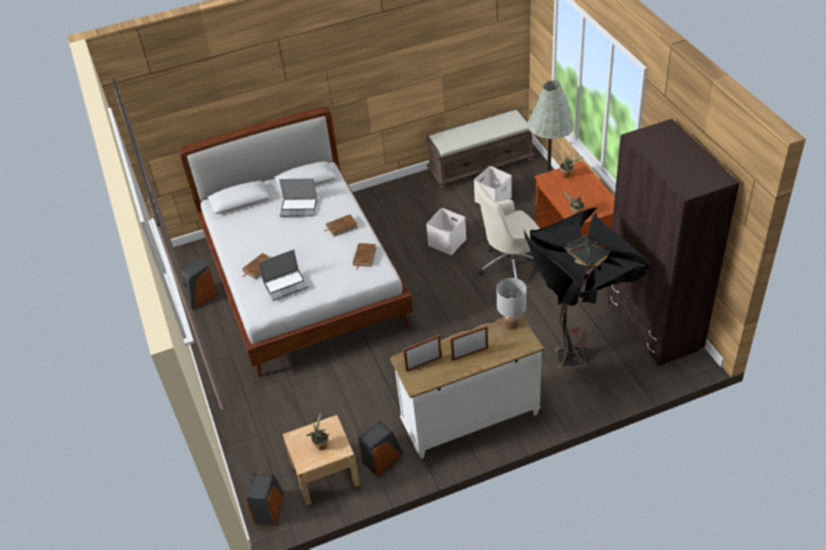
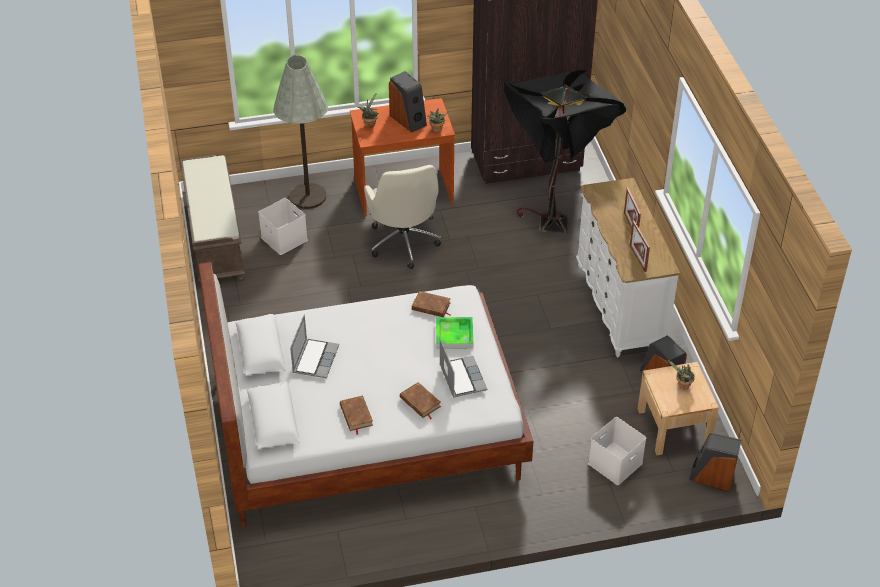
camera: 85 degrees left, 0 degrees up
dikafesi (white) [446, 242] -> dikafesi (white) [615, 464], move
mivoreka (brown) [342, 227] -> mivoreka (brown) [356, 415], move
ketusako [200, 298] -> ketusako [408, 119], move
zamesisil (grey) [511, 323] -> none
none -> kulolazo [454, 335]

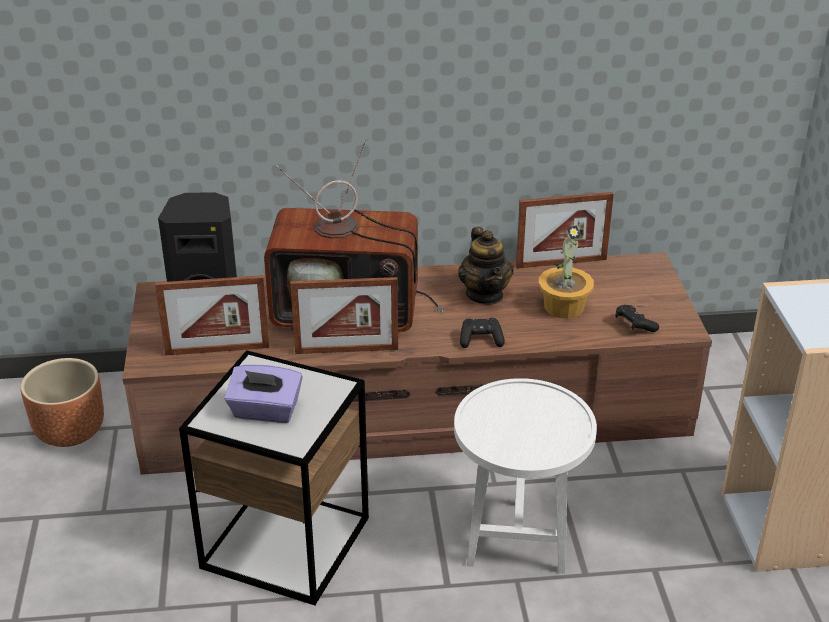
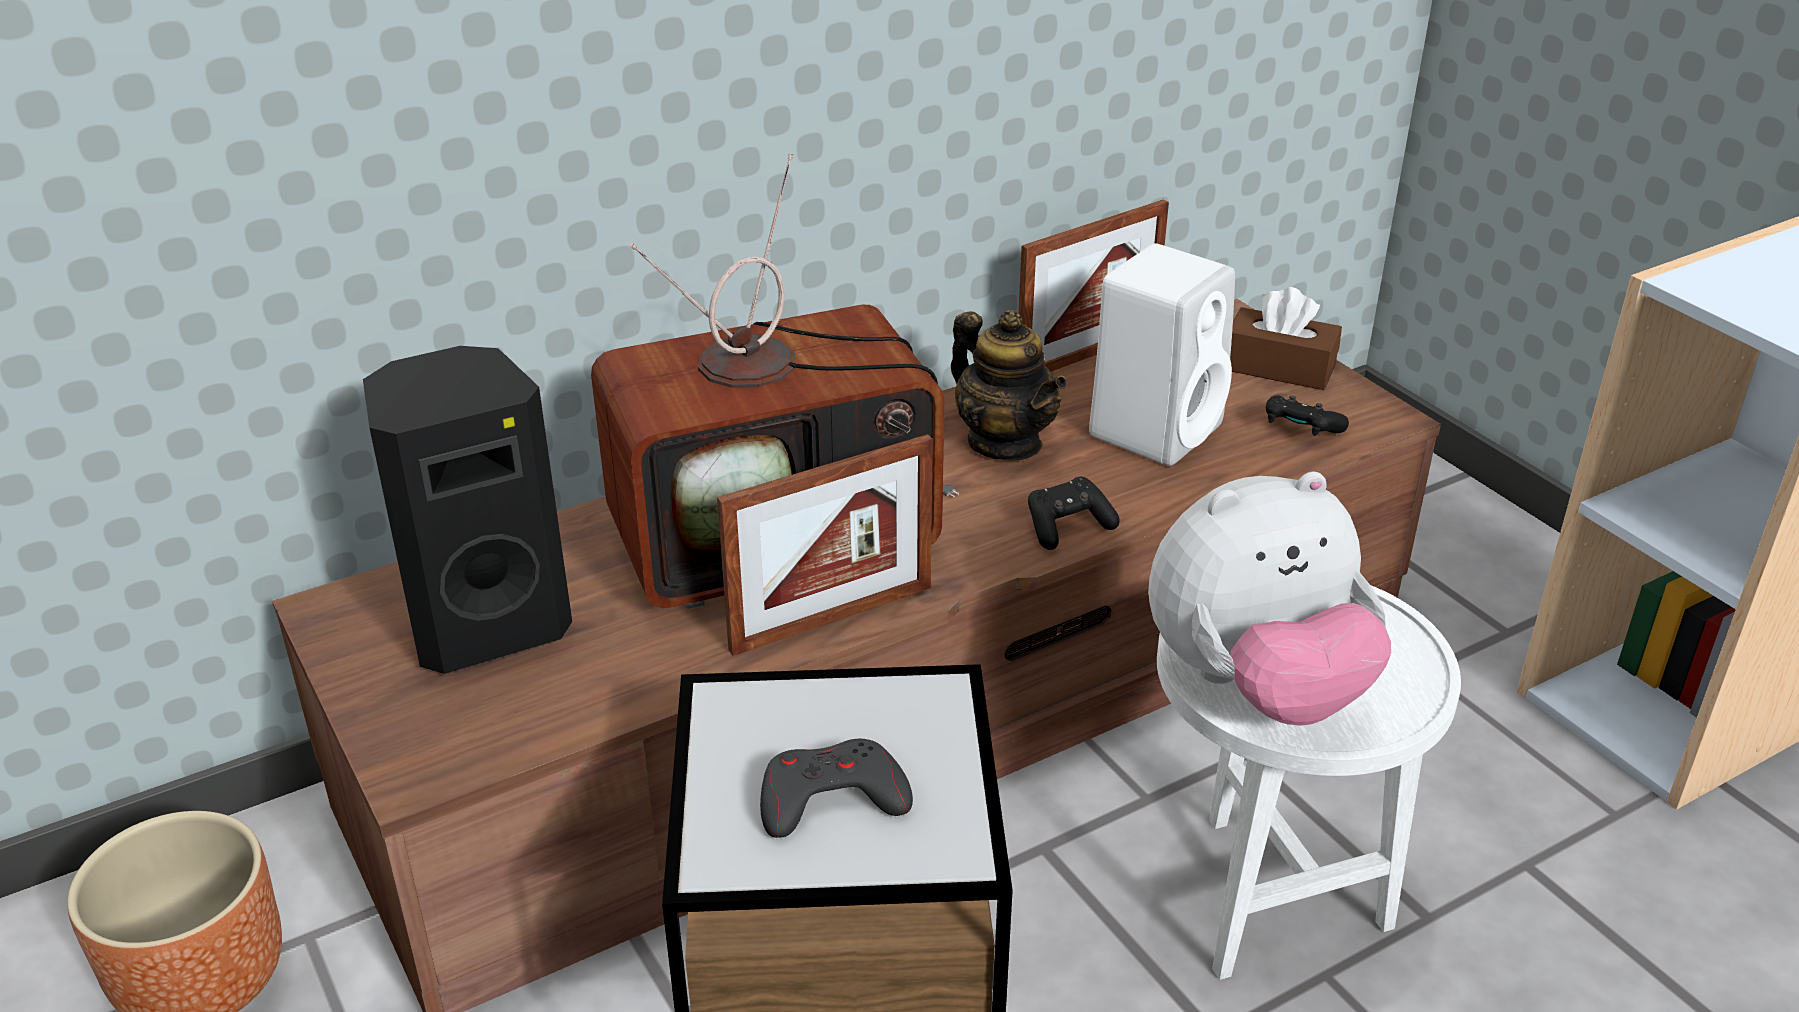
camera: 25 degrees left, 0 degrees up
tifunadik [563, 306] -> ketusako (white) [1156, 428]
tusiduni [217, 350] -> none
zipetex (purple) [265, 411] -> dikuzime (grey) [831, 798]
none -> zipetex (brown) [1279, 367]
none -> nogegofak [1256, 687]

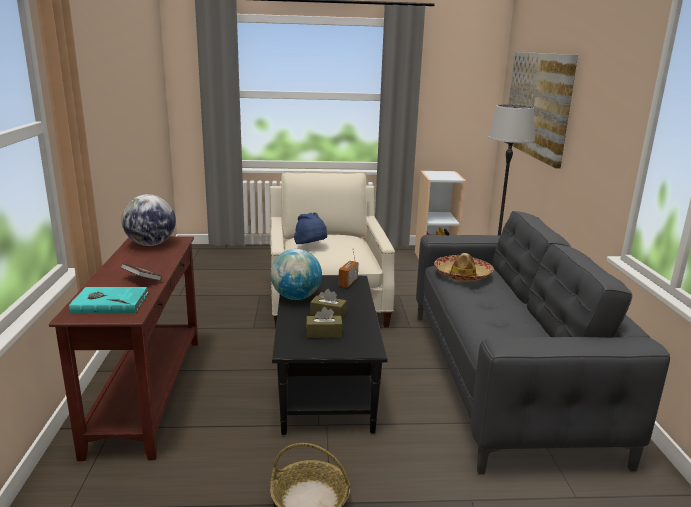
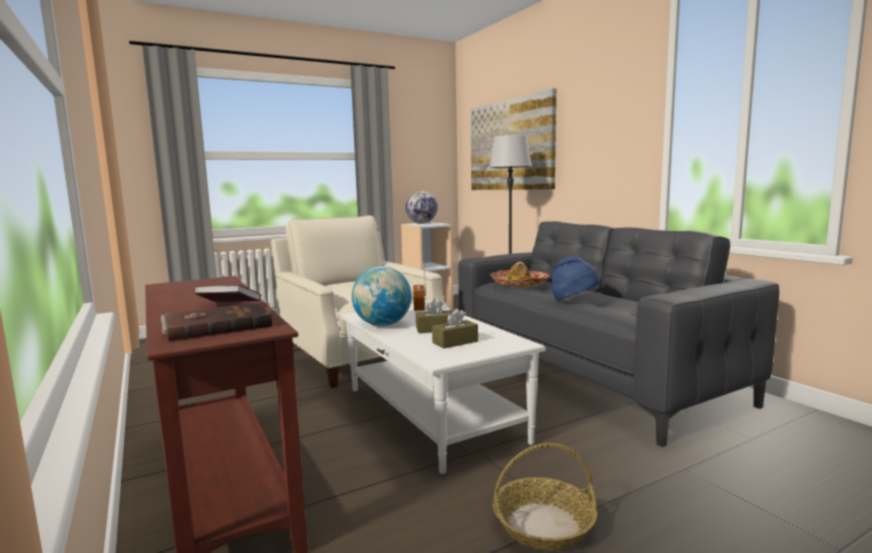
camera: 25 degrees left, 10 degrees down
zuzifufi [151, 244] -> zuzifufi [422, 223], move
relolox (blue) [311, 247] -> relolox (blue) [574, 301], move
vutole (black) [326, 380] -> vutole (white) [433, 415]
mivoreka (turquoise) [110, 302] -> mivoreka (brown) [216, 325]

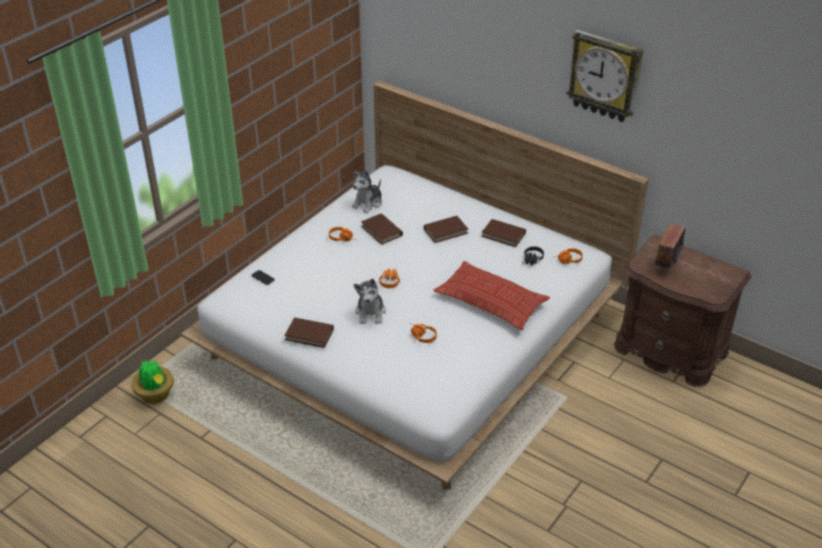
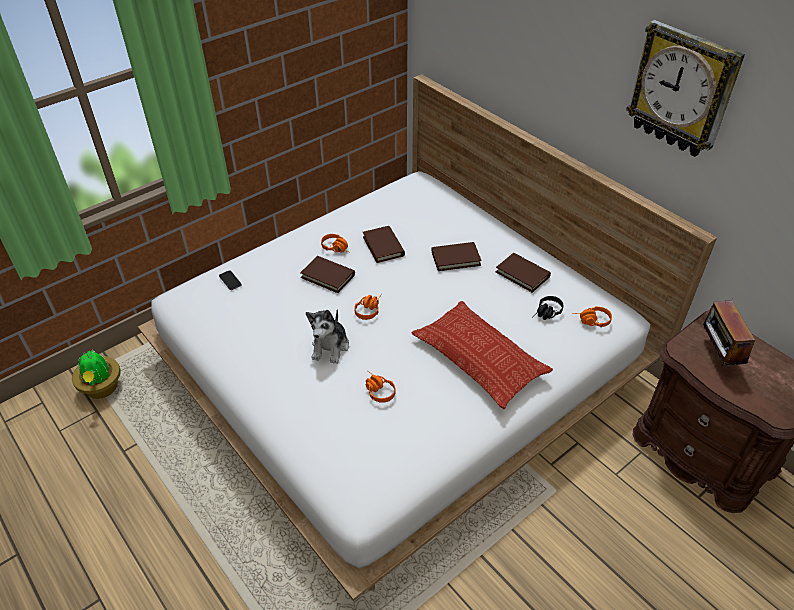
camera: 15 degrees right, 5 degrees up
nogegofak [368, 203] -> none
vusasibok [666, 265] -> vusasibok [717, 355], 45 degrees counterclockwise
mivoreka (brown) [309, 334] -> mivoreka (brown) [328, 276], move

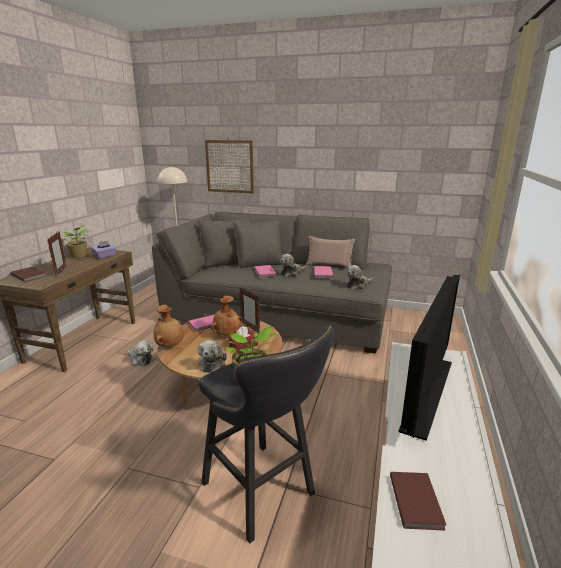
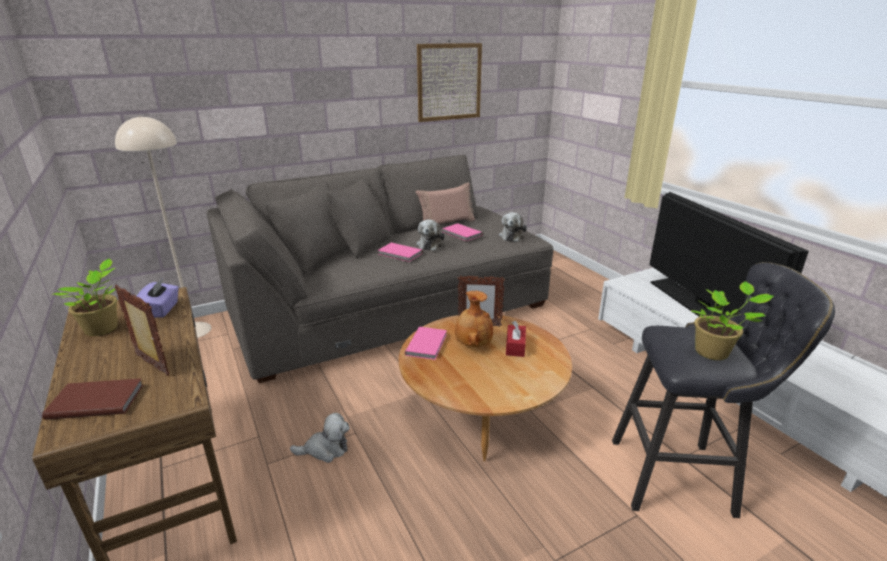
camera: 45 degrees left, 5 degrees up
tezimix [229, 165] -> tezimix [449, 81], move
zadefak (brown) [170, 345] -> none
nogegofak [213, 363] -> none
mivoreka (brown) [417, 501] -> none

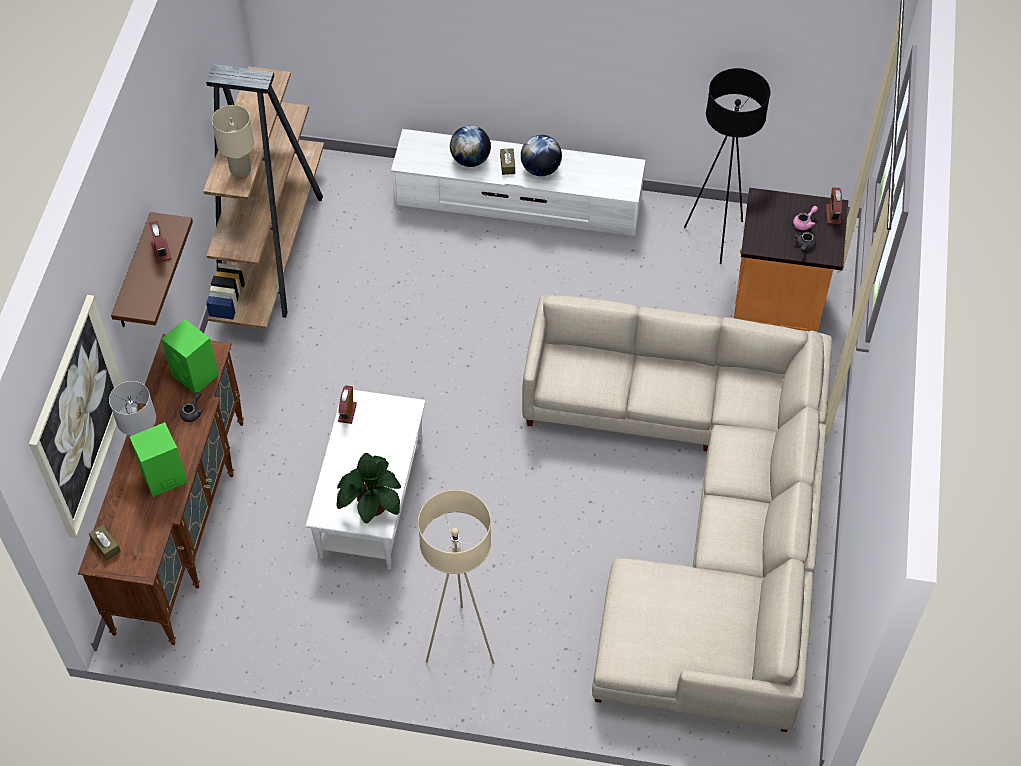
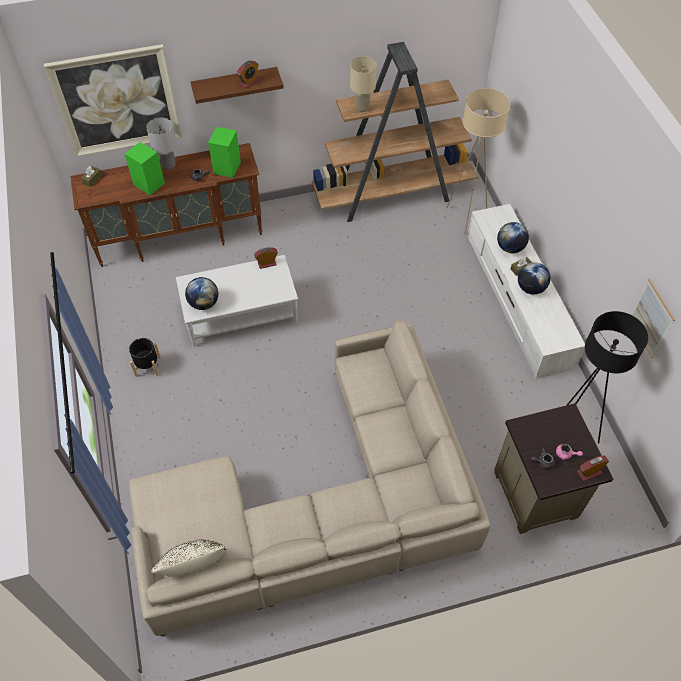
camera: 65 degrees right, 0 degrees up
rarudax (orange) [779, 307] -> rarudax (beige) [535, 498]
tifunadik [372, 506] -> zuzifufi [204, 303]
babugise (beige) [461, 642] -> babugise (beige) [466, 217], move
none -> tezimix [651, 318]
none -> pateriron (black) [147, 366]
none -> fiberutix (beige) [195, 569]

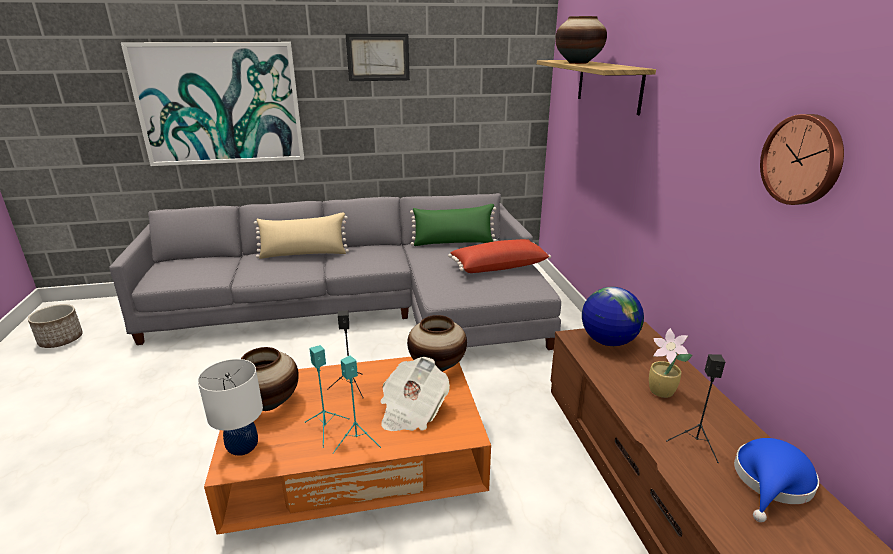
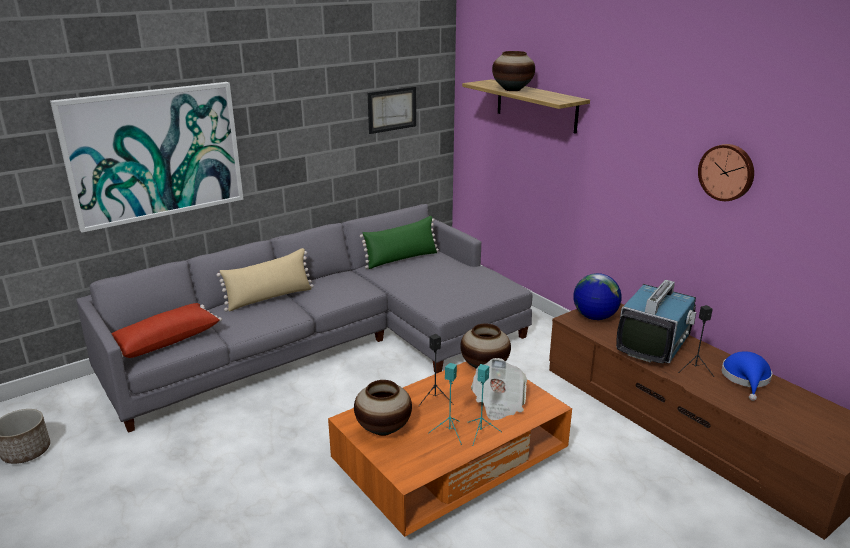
camera: 25 degrees left, 0 degrees up
tezimix [378, 57] -> tezimix [392, 109], move
fiberutix (red) [498, 266] -> fiberutix (red) [165, 340], move
tifunadik [662, 392] -> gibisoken [654, 343]
zamesisil (white) [244, 448] -> none

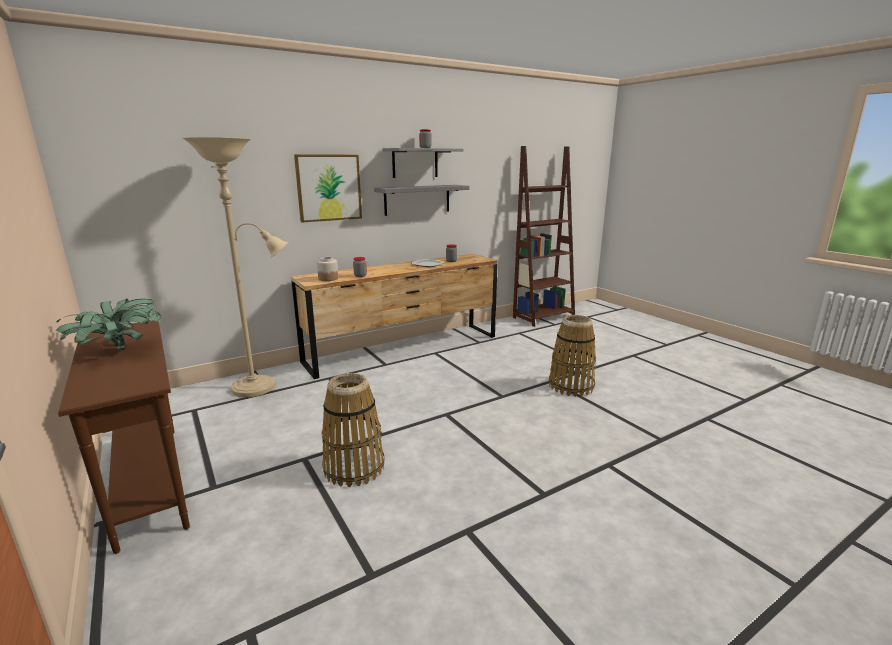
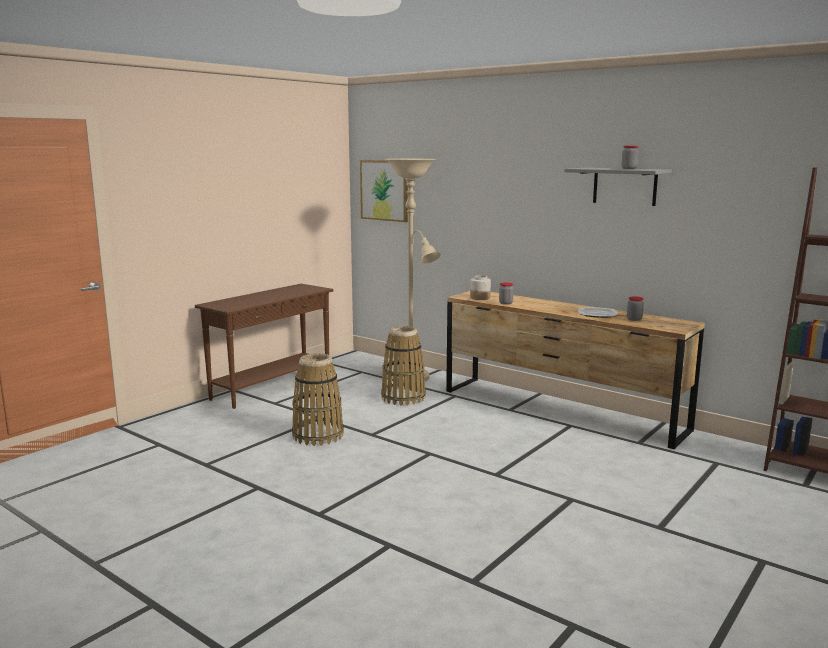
camera: 70 degrees right, 5 degrees down
tezimix [329, 187] -> tezimix [384, 190], move
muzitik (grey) [417, 199] -> none
tifunadik [118, 351] -> none
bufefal [571, 386] -> bufefal [403, 397], move

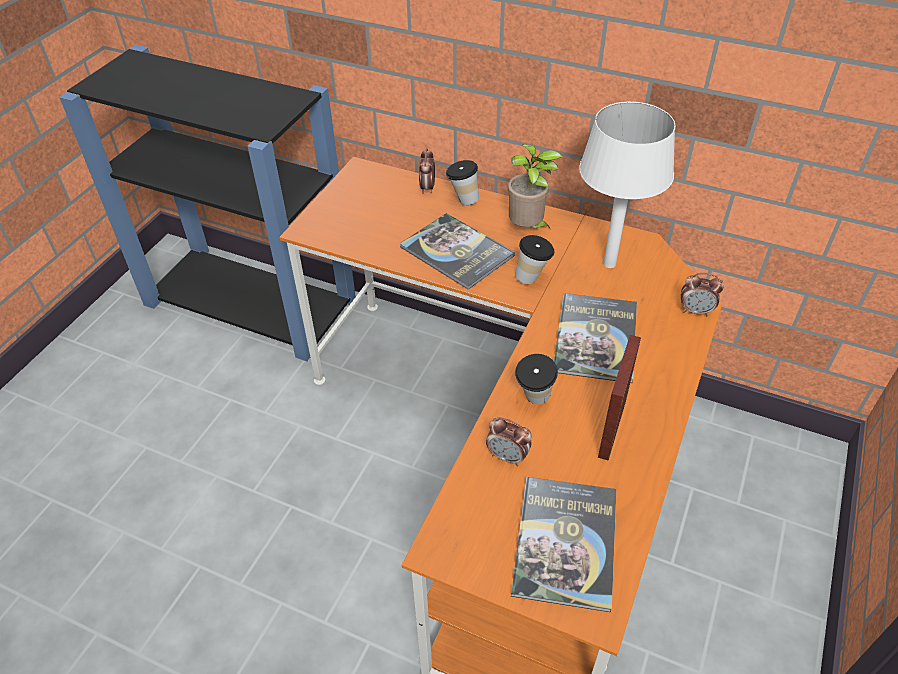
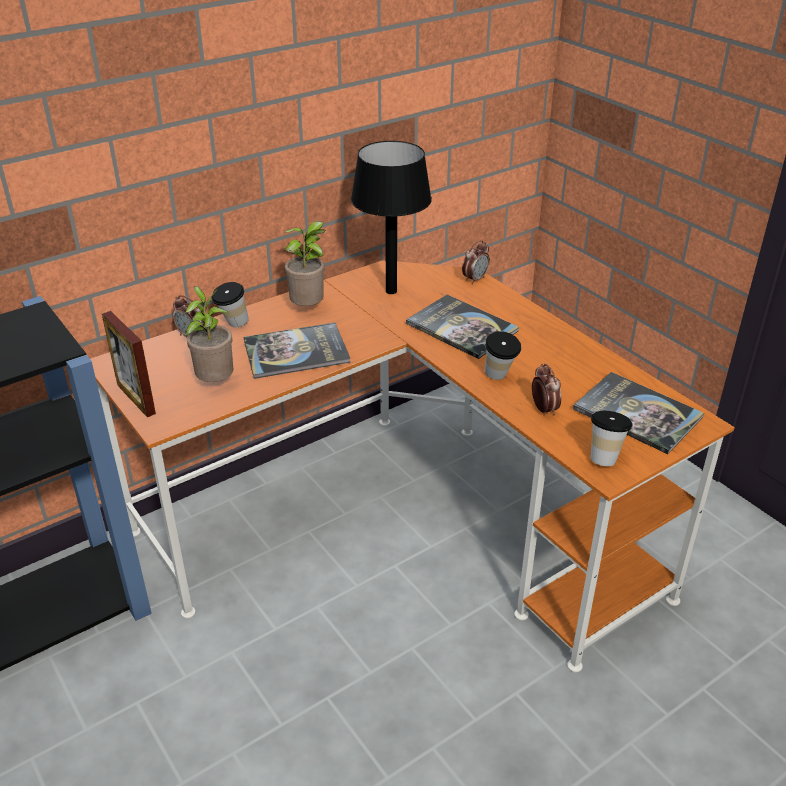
camera: 60 degrees left, 10 degrees down
zamesisil (white) [610, 263] -> zamesisil (black) [391, 291]
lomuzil [532, 278] -> lomuzil [604, 457], move
tusiduni [612, 429] -> tusiduni [136, 399], move
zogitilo [507, 456] -> zogitilo [544, 409], 75 degrees counterclockwise
none -> tifunadik [215, 383]

